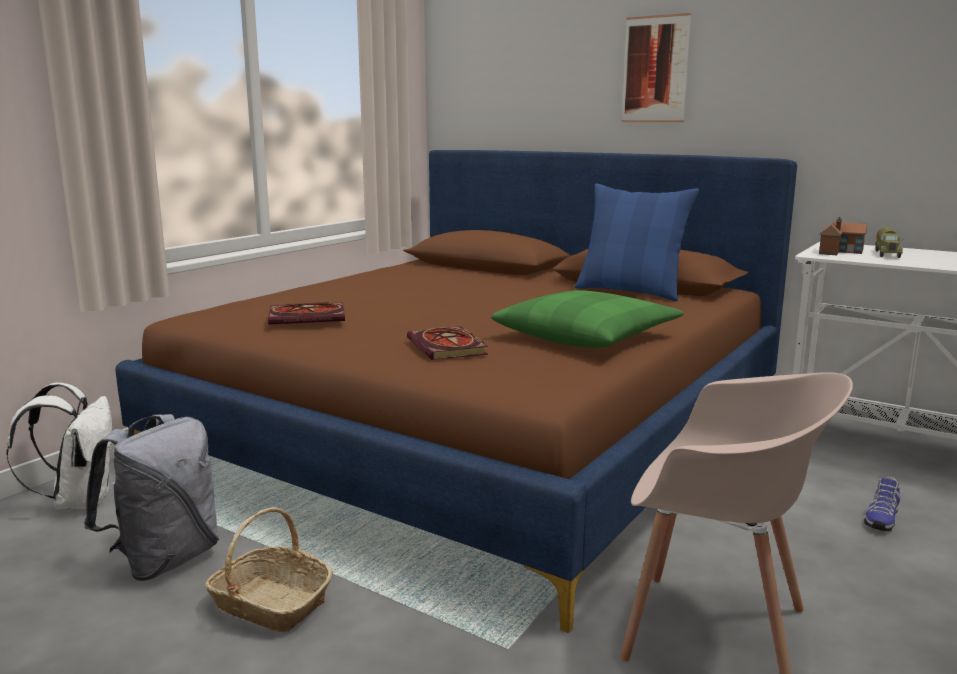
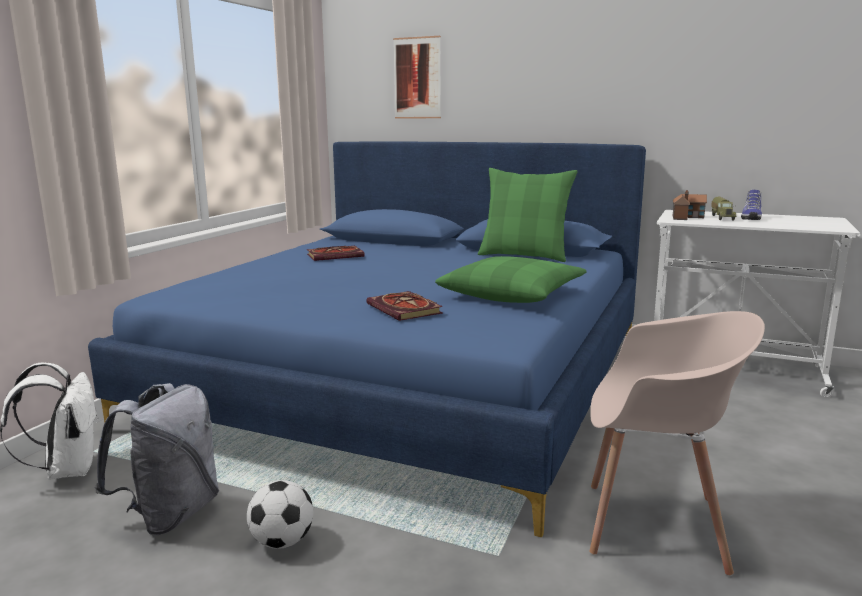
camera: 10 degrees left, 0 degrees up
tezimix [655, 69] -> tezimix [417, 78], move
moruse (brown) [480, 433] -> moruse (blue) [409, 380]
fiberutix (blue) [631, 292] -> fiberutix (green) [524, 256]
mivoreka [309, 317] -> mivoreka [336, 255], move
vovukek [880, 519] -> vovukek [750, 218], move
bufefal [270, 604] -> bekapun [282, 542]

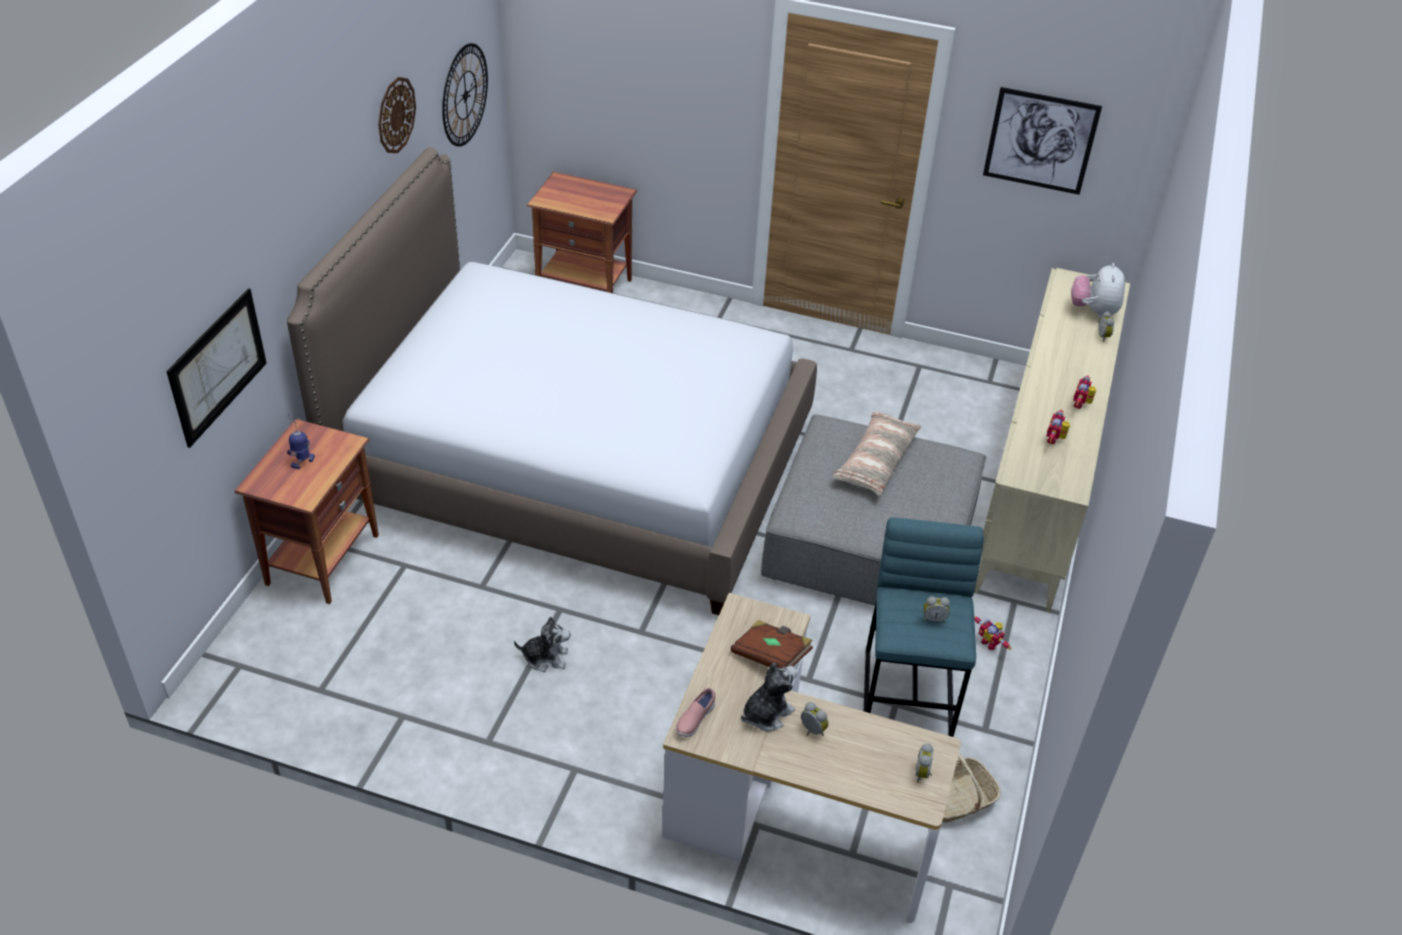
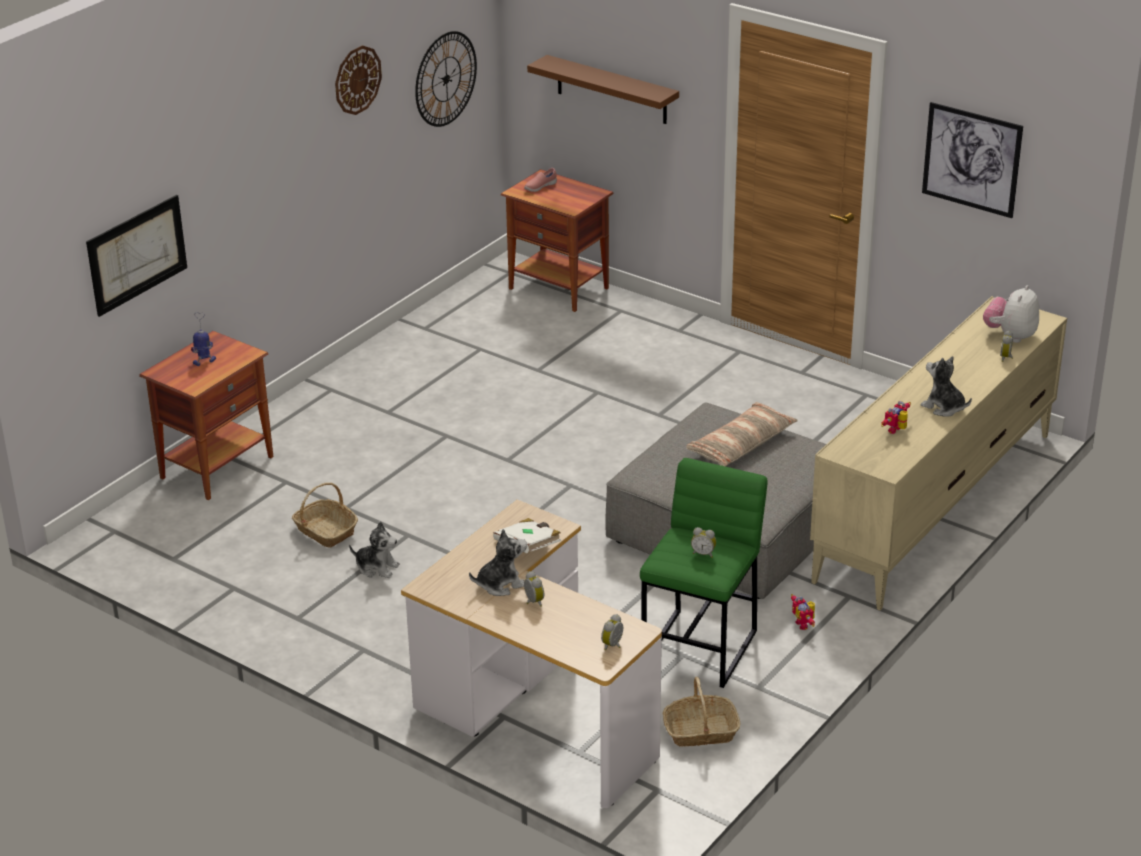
camera: 20 degrees right, 10 degrees down
moruse [575, 463] -> none
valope [1081, 404] -> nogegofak [943, 407]
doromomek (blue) [908, 690] -> doromomek (green) [700, 646]
mivoreka (brown) [771, 655] -> mivoreka (white) [528, 547]
vovukek (pink) [694, 720] -> vovukek (pink) [540, 187], move
none -> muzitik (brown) [611, 90]
none -> bufefal [325, 531]

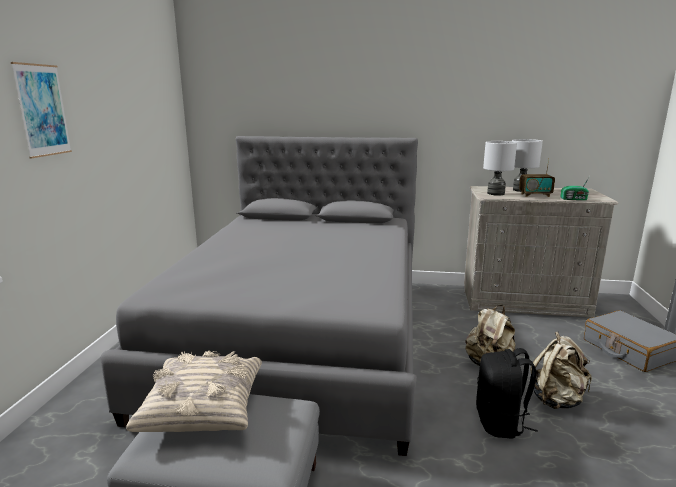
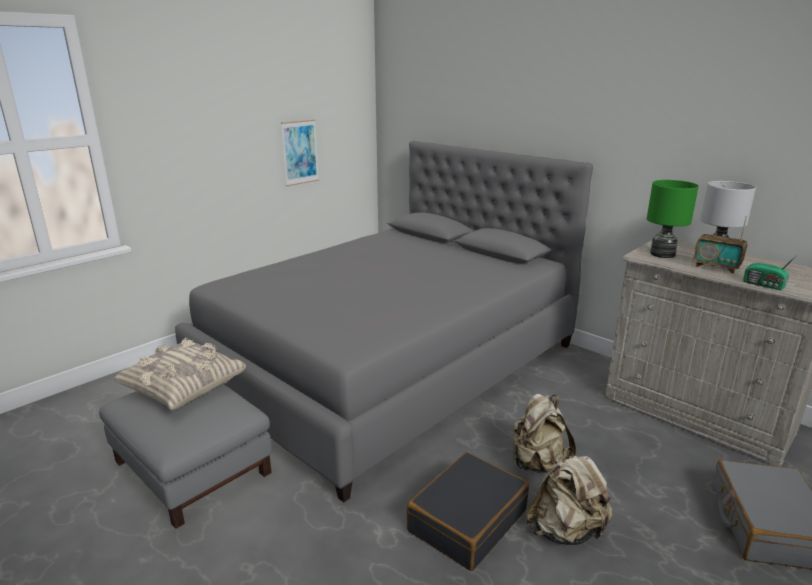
camera: 35 degrees right, 5 degrees up
tezimix [42, 110] -> tezimix [300, 152], move
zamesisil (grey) [496, 193] -> zamesisil (green) [662, 254]
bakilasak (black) [500, 423] -> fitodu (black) [467, 520]

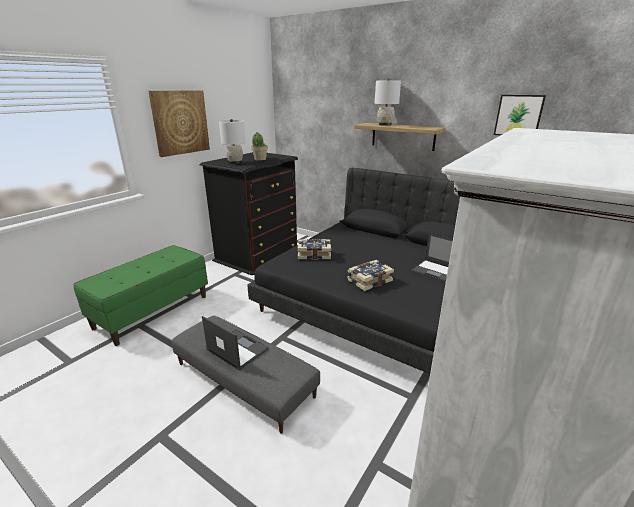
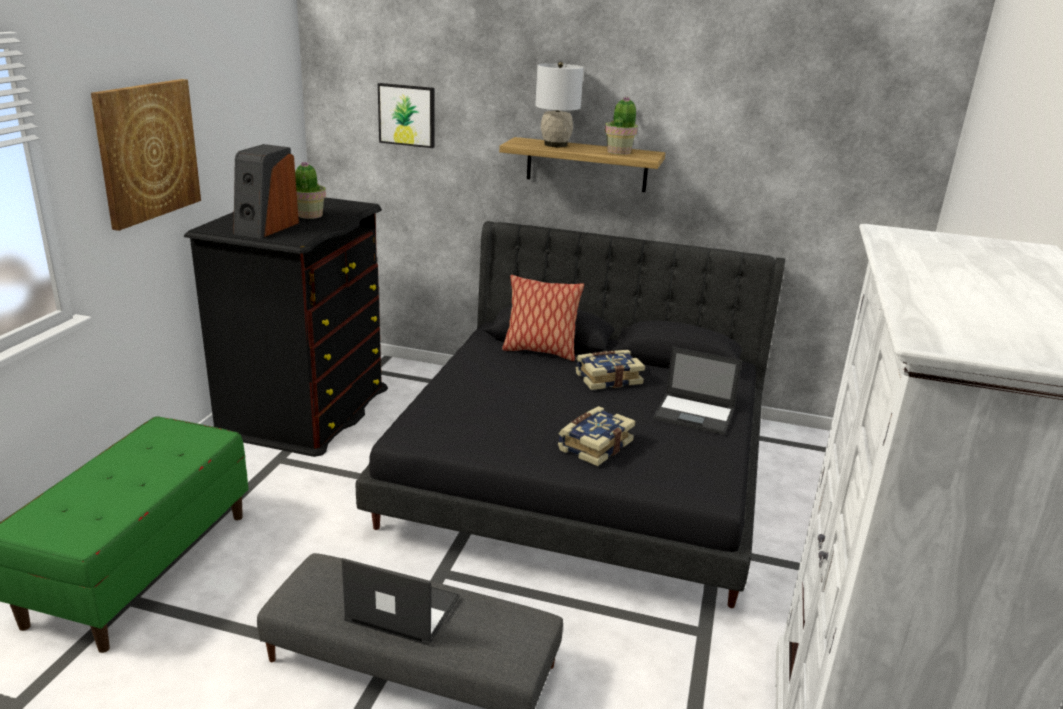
camera: 20 degrees left, 0 degrees up
tezimix [518, 115] -> tezimix [407, 115], move
zamesisil (white) [235, 162] -> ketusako [266, 228]
mivoreka [314, 254] -> mivoreka [608, 378], move
none -> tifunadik [619, 152]
none -> fiberutix [540, 351]

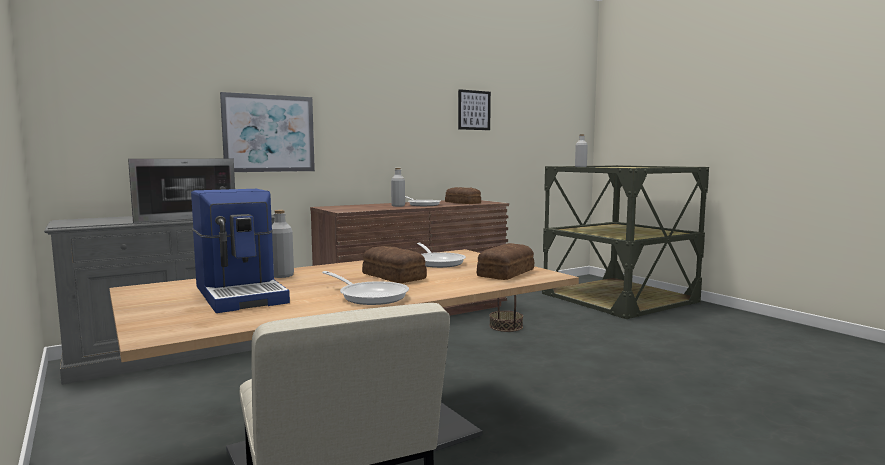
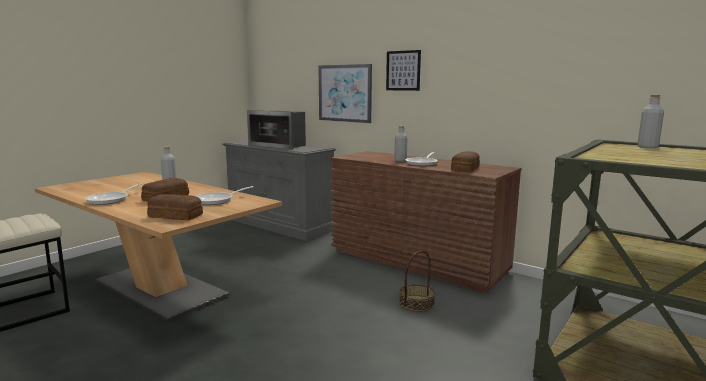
camera: 70 degrees right, 5 degrees up
tezimix [474, 110] -> tezimix [403, 70], move
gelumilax [242, 294] -> none

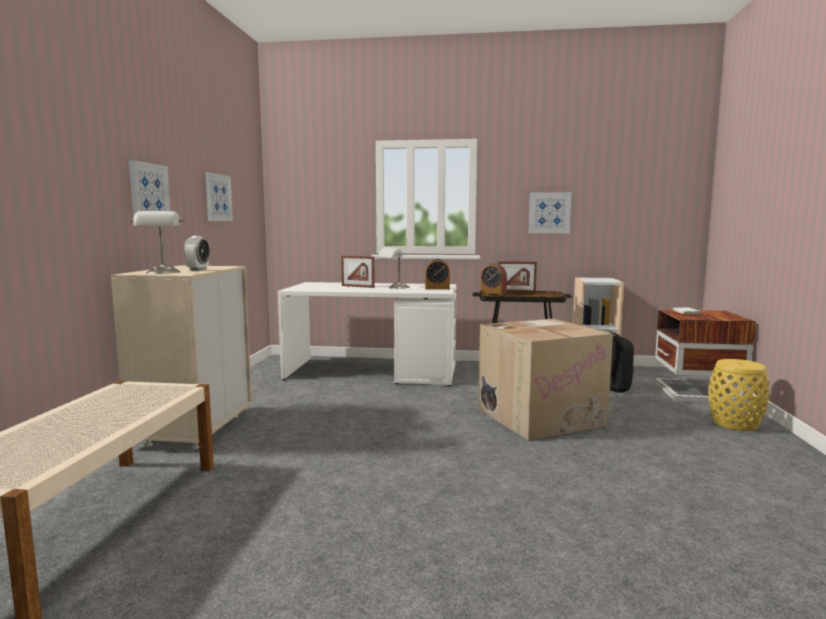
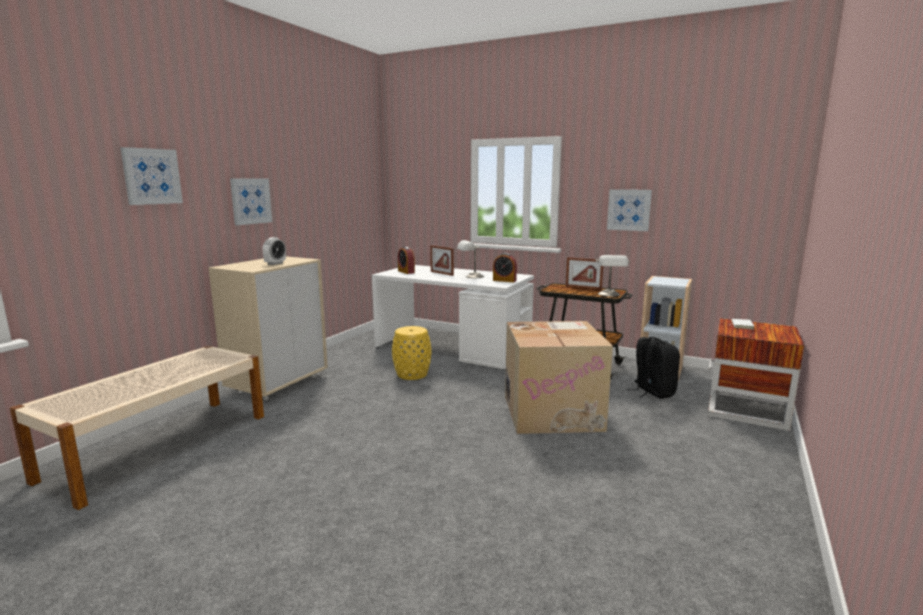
camera: 20 degrees right, 5 degrees up
tezimix [218, 197] -> tezimix [151, 176], move
zamesisil (white) [163, 273] -> zamesisil (white) [610, 295], move
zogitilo [493, 293] -> zogitilo [406, 272], move
doromomek (yellow) [735, 424] -> doromomek (yellow) [412, 374], move

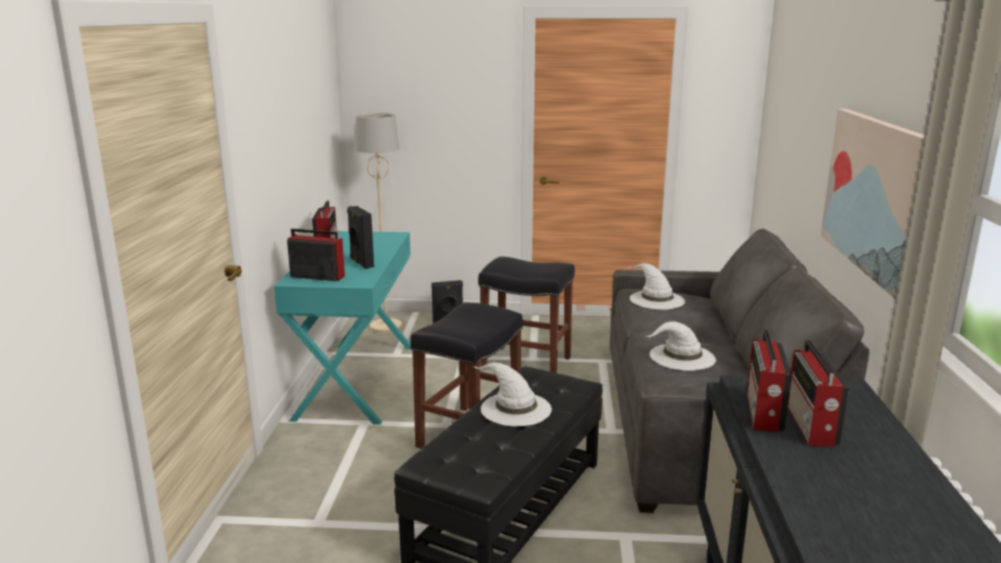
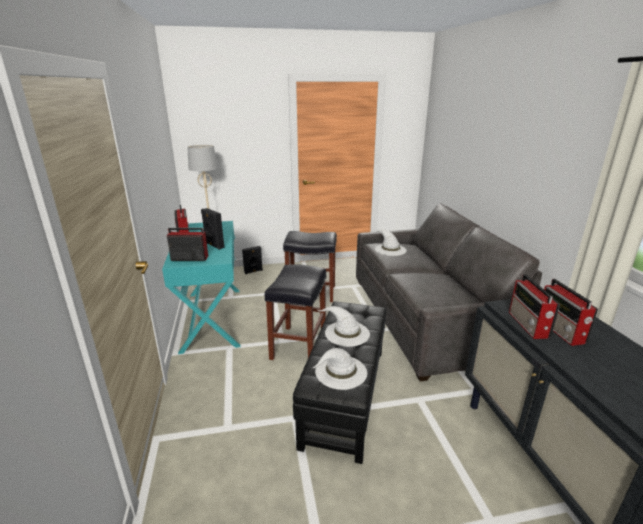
camera: 15 degrees left, 5 degrees up
tezimix [876, 195] -> none
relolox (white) [681, 357] -> relolox (white) [340, 372], move

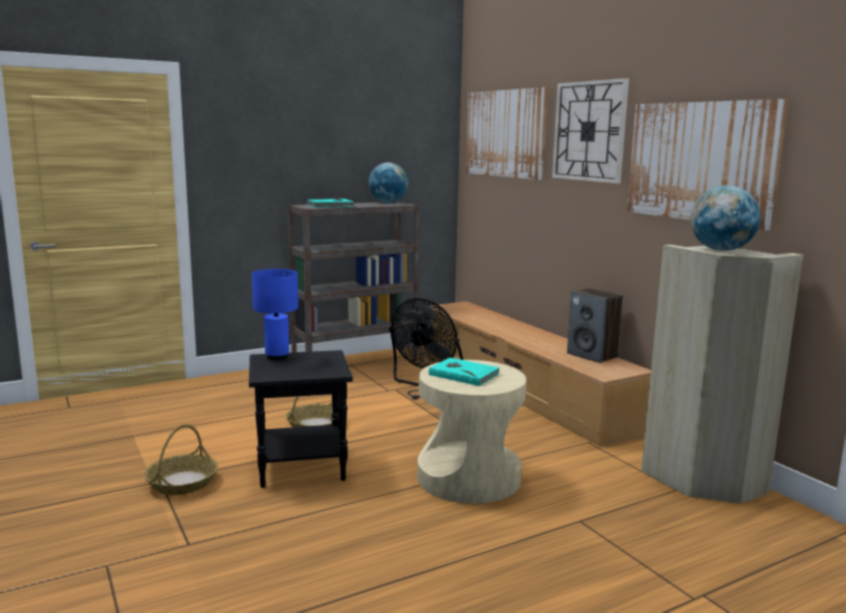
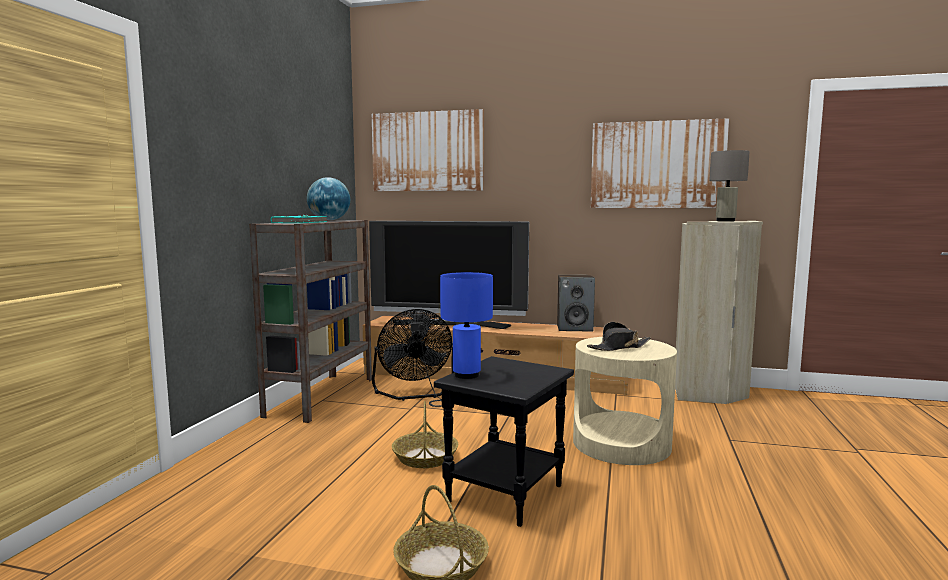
camera: 45 degrees left, 5 degrees down
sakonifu [589, 131] -> none
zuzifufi [720, 250] -> zamesisil (grey) [725, 221]
mivoreka (turquoise) [464, 374] -> relolox (black) [619, 347]
none -> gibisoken [451, 324]

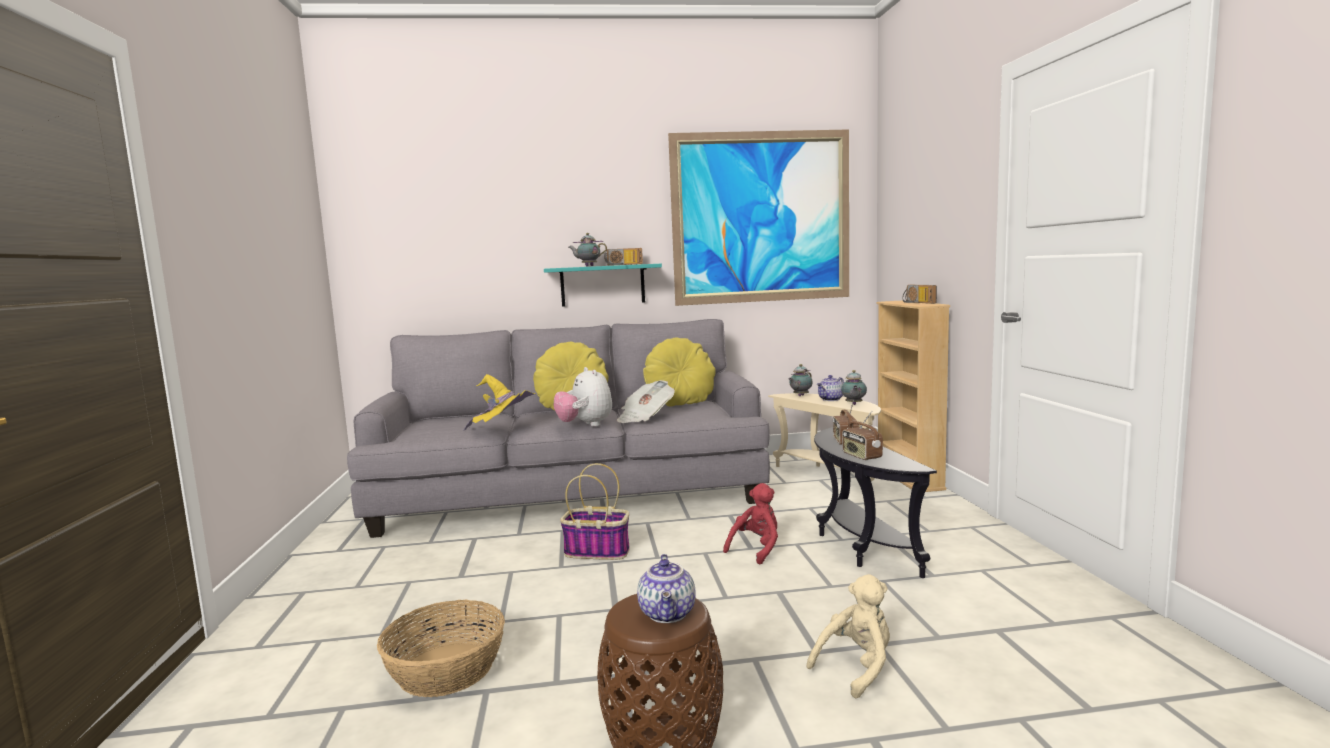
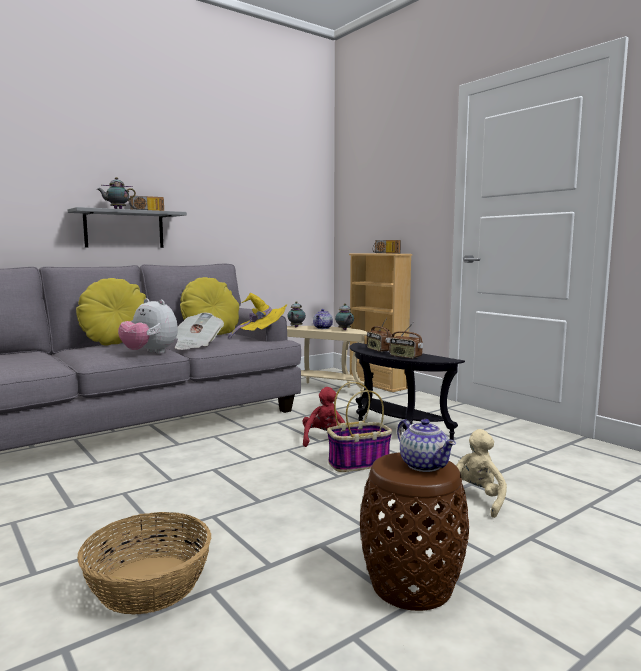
camera: 30 degrees left, 0 degrees up
tezimix [761, 217] -> none
muzitik (turquoise) [602, 285] -> muzitik (grey) [124, 229]
relolox (yellow) [503, 429] -> relolox (yellow) [261, 337], move
bufefal [598, 551] -> bufefal [359, 463], move

